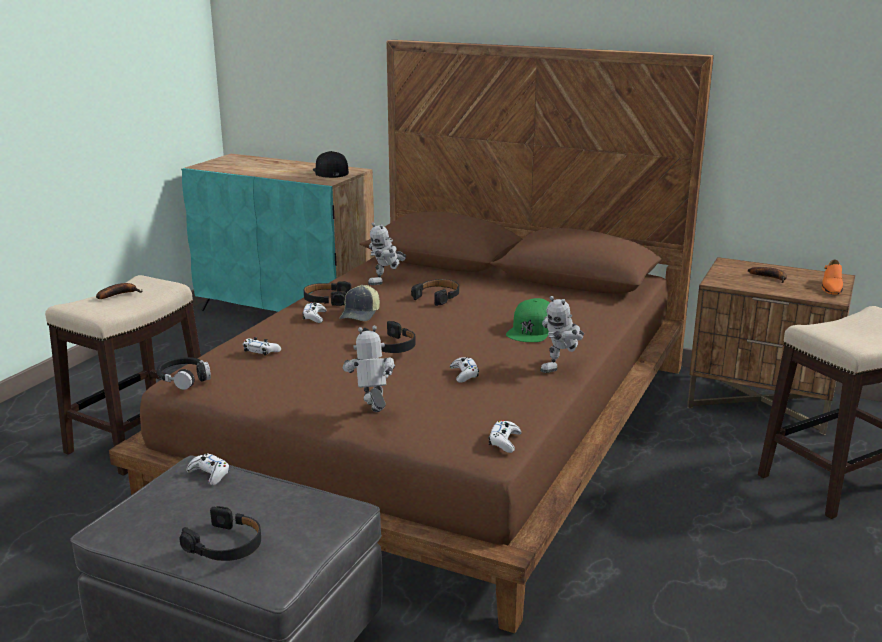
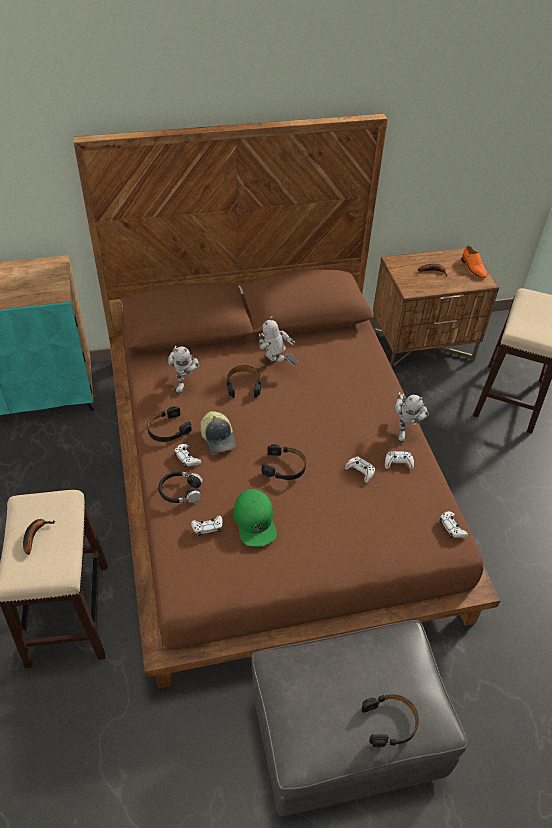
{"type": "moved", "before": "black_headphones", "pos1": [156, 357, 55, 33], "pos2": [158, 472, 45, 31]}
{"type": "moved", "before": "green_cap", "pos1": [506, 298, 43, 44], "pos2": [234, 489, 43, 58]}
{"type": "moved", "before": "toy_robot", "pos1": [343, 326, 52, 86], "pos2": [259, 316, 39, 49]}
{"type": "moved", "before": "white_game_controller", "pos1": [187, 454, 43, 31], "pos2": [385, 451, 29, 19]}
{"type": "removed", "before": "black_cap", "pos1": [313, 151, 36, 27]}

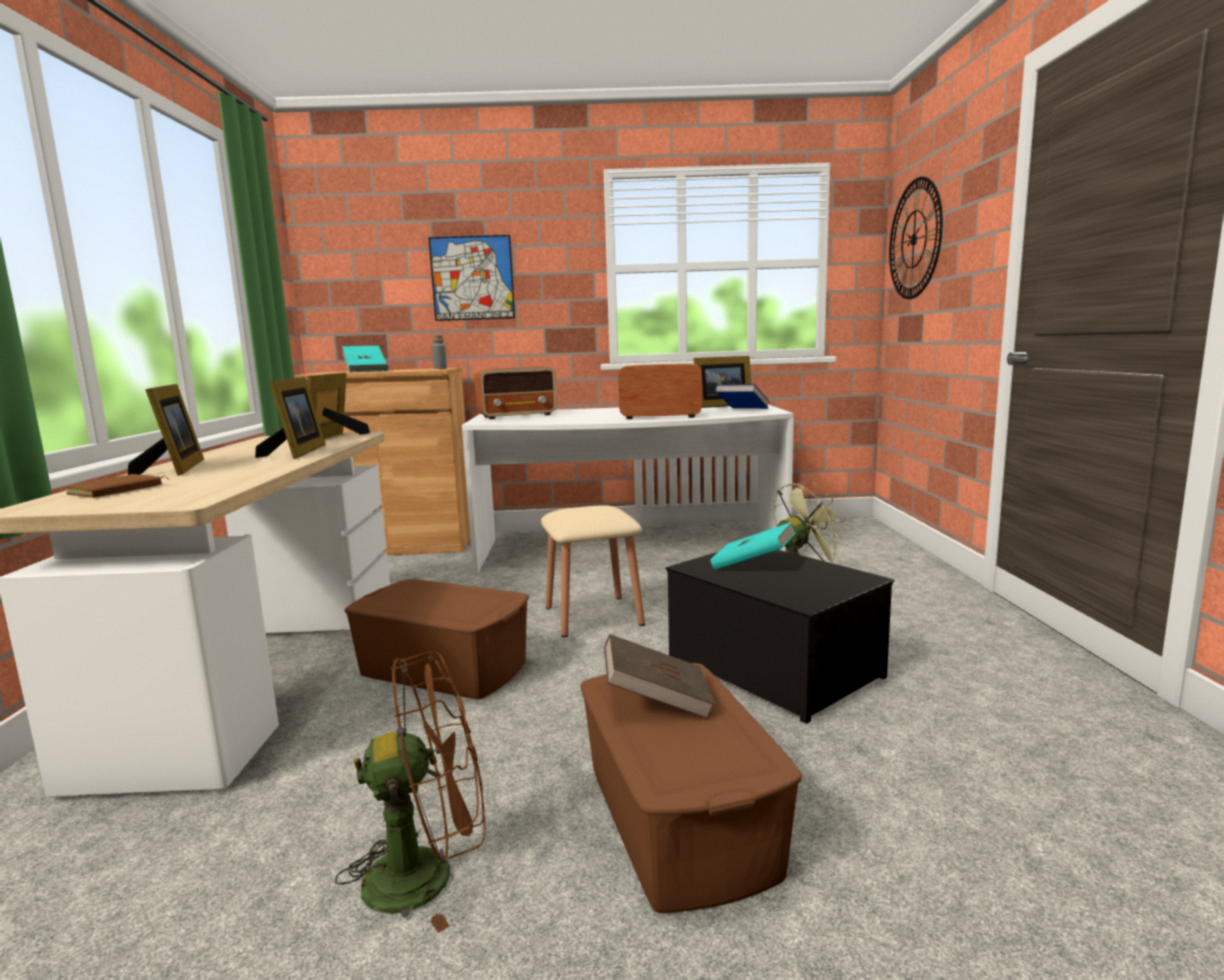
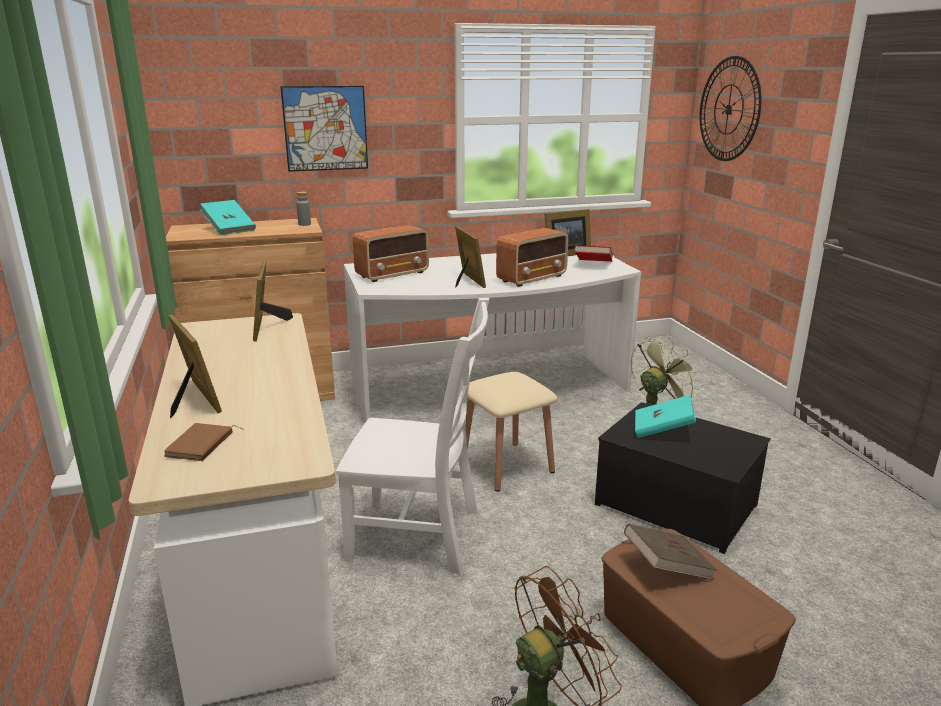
{"type": "replaced", "before": "brown_storage_box", "after": "white_chair", "pos1": [345, 579, 184, 120], "pos2": [336, 298, 154, 277]}
{"type": "moved", "before": "picture_frame", "pos1": [255, 377, 71, 82], "pos2": [455, 226, 31, 62]}
{"type": "turned", "before": "radio", "pos1": [618, 364, 84, 55], "pos2": [496, 228, 73, 59], "turn": 150}
{"type": "recoloured", "before": "blue_book", "after": "red_book", "pos1": [715, 384, 54, 24], "pos2": [574, 245, 39, 17]}

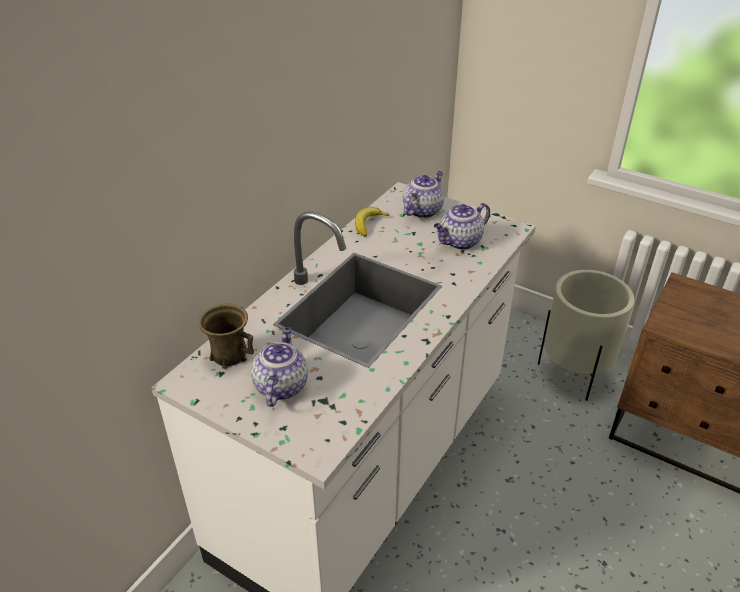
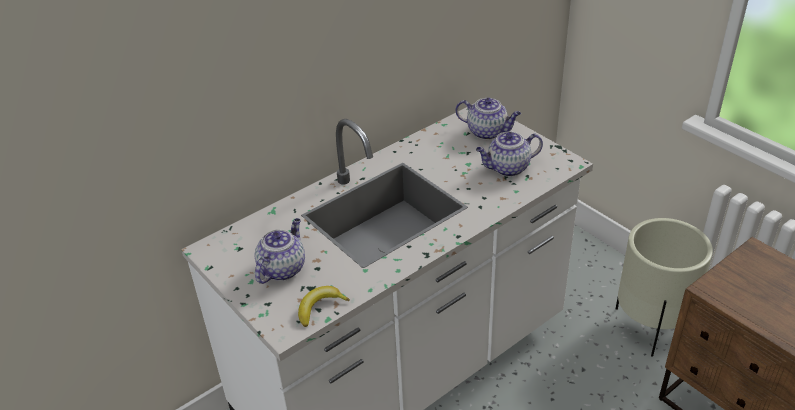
{"type": "moved", "before": "banana", "pos1": [355, 207, 35, 30], "pos2": [298, 286, 52, 41]}
{"type": "turned", "before": "teapot", "pos1": [403, 171, 41, 47], "pos2": [456, 98, 65, 42], "turn": 60}
{"type": "removed", "before": "brown_mug", "pos1": [198, 304, 56, 65]}

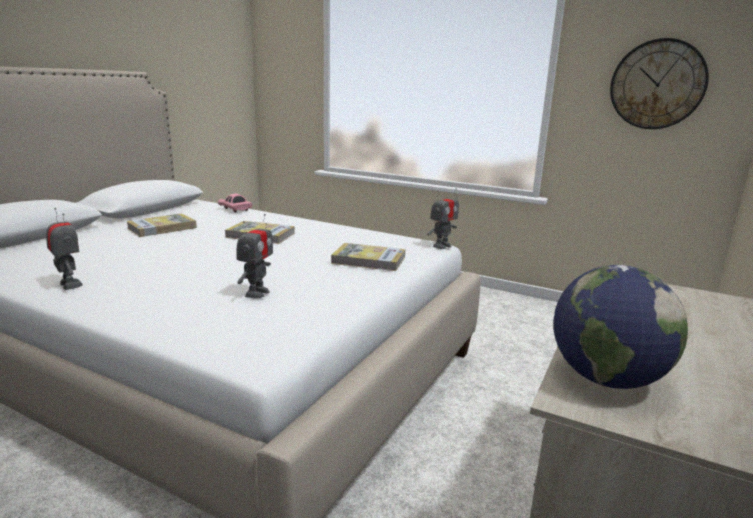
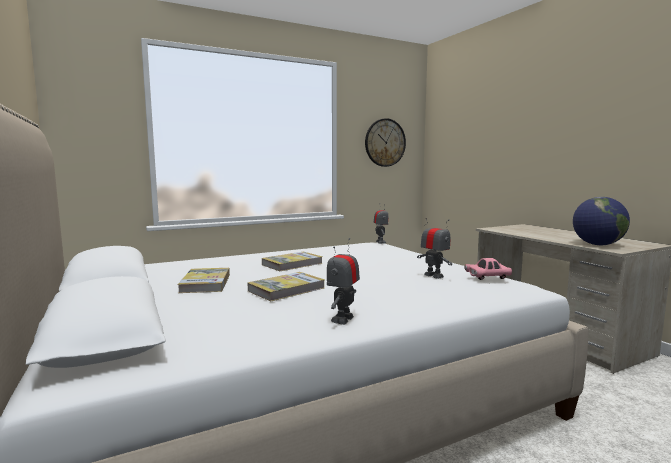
{"type": "moved", "before": "book", "pos1": [331, 243, 74, 28], "pos2": [248, 272, 77, 29]}
{"type": "turned", "before": "toy_robot", "pos1": [46, 208, 37, 82], "pos2": [327, 238, 33, 87], "turn": -60}
{"type": "moved", "before": "pink_toy_car", "pos1": [218, 194, 34, 19], "pos2": [464, 258, 48, 22]}

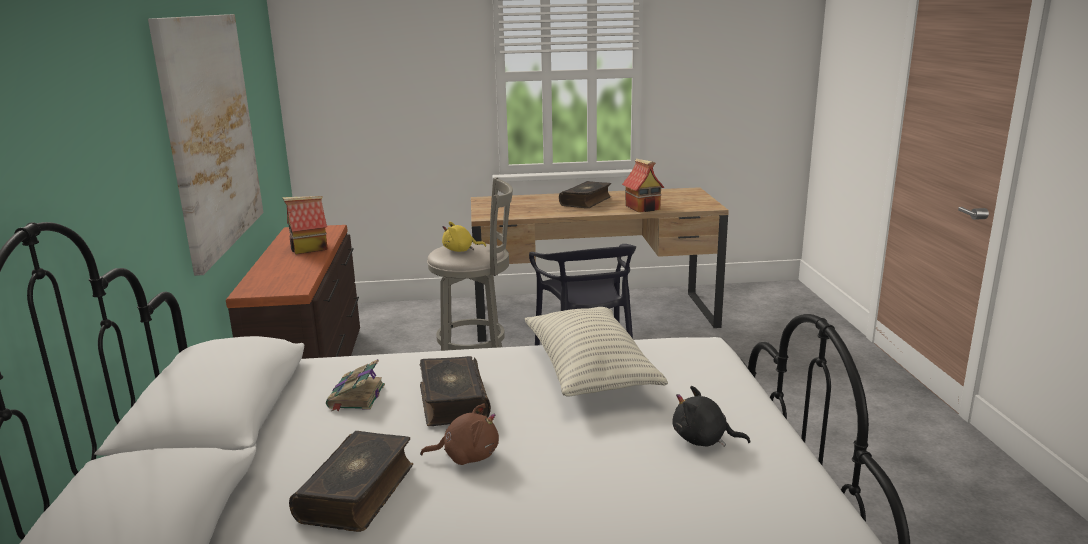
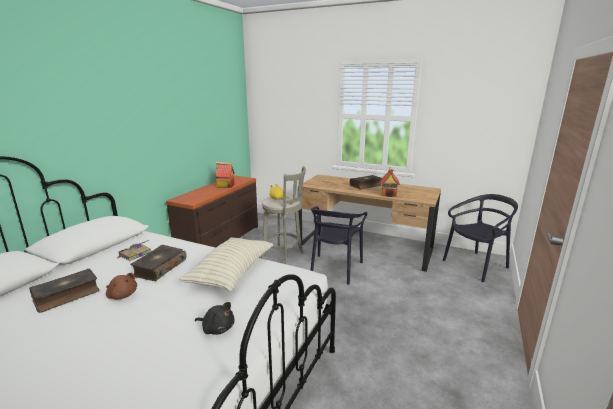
{"type": "turned", "before": "black_plush_toy", "pos1": [672, 386, 78, 61], "pos2": [195, 302, 39, 33], "turn": 150}
{"type": "added", "after": "black_chair", "pos2": [443, 194, 75, 88]}
{"type": "removed", "before": "picture", "pos1": [148, 14, 115, 262]}

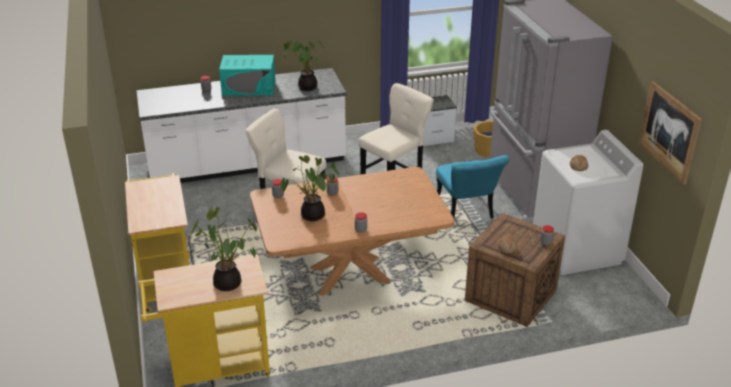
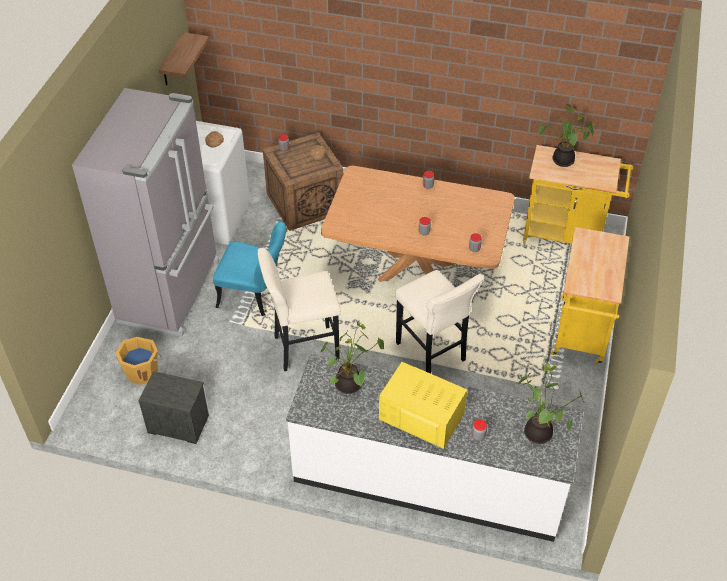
{"type": "replaced", "before": "picture", "after": "shelf", "pos1": [639, 81, 63, 103], "pos2": [159, 32, 50, 54]}
{"type": "turned", "before": "turquoise_chair", "pos1": [436, 155, 73, 64], "pos2": [213, 222, 73, 94], "turn": 90}
{"type": "recoloured", "before": "turquoise_microwave", "after": "yellow_microwave", "pos1": [219, 55, 57, 41], "pos2": [379, 362, 88, 87]}
{"type": "moved", "before": "potted_plant", "pos1": [281, 155, 58, 66], "pos2": [518, 364, 66, 80]}

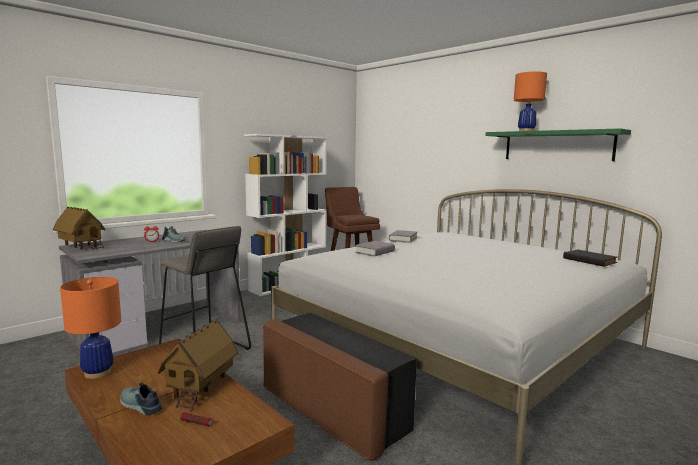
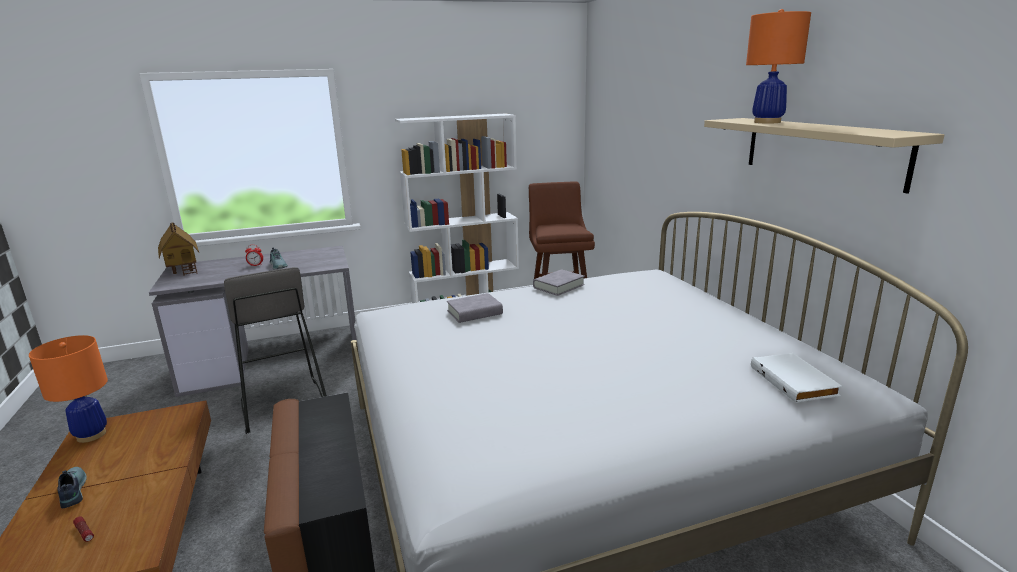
{"type": "recoloured", "before": "green_shelf", "after": "beige_shelf", "pos1": [485, 128, 146, 33], "pos2": [704, 118, 241, 76]}
{"type": "recoloured", "before": "black_book", "after": "white_book", "pos1": [563, 249, 55, 18], "pos2": [751, 353, 91, 50]}
{"type": "removed", "before": "toy_house", "pos1": [158, 319, 80, 92]}

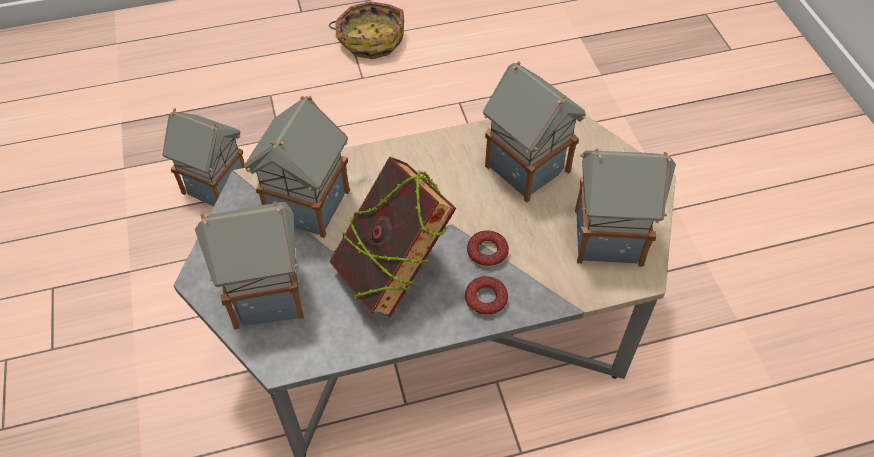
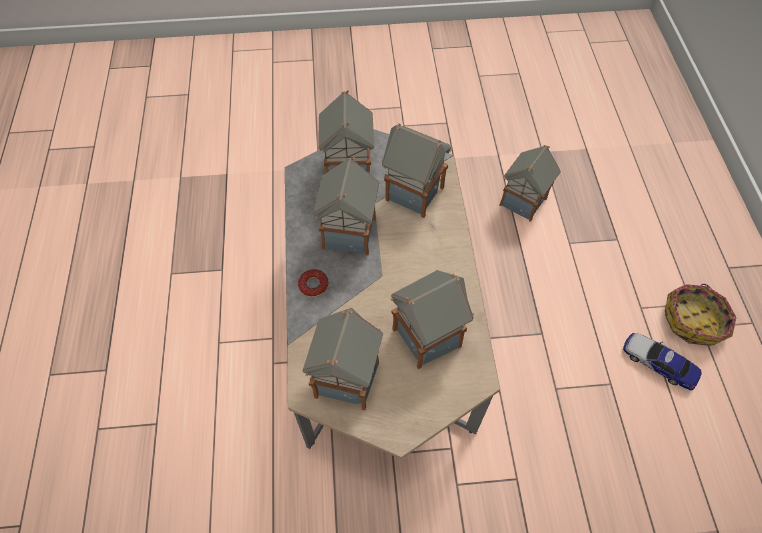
{"type": "replaced", "before": "book", "after": "toy_house", "pos1": [329, 157, 127, 160], "pos2": [313, 157, 66, 98]}
{"type": "added", "after": "toy_car", "pos2": [623, 333, 79, 57]}
{"type": "removed", "before": "donut", "pos1": [467, 230, 42, 37]}

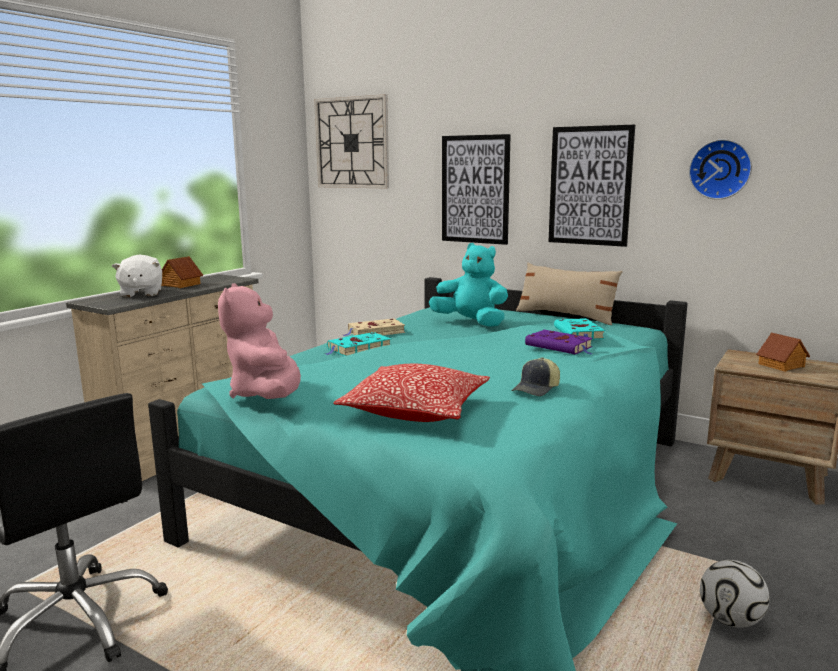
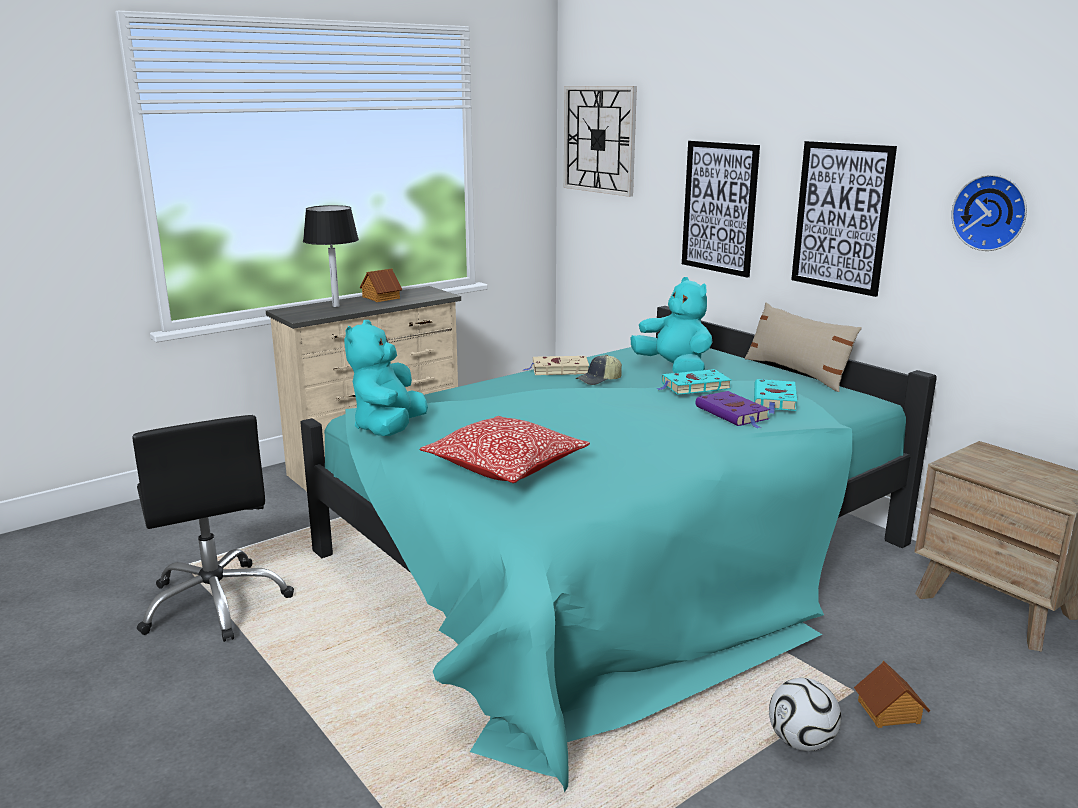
{"type": "replaced", "before": "white_plush_toy", "after": "black_table_lamp", "pos1": [112, 255, 50, 43], "pos2": [303, 205, 56, 102]}
{"type": "recoloured", "before": "pink_plush_toy", "after": "turquoise_plush_toy", "pos1": [218, 284, 83, 115], "pos2": [344, 320, 84, 116]}
{"type": "moved", "before": "cap", "pos1": [511, 357, 49, 39], "pos2": [576, 355, 46, 30]}
{"type": "moved", "before": "turquoise_book", "pos1": [326, 332, 65, 24], "pos2": [656, 369, 75, 26]}
{"type": "moved", "before": "toy_house", "pos1": [756, 332, 54, 40], "pos2": [854, 661, 76, 67]}

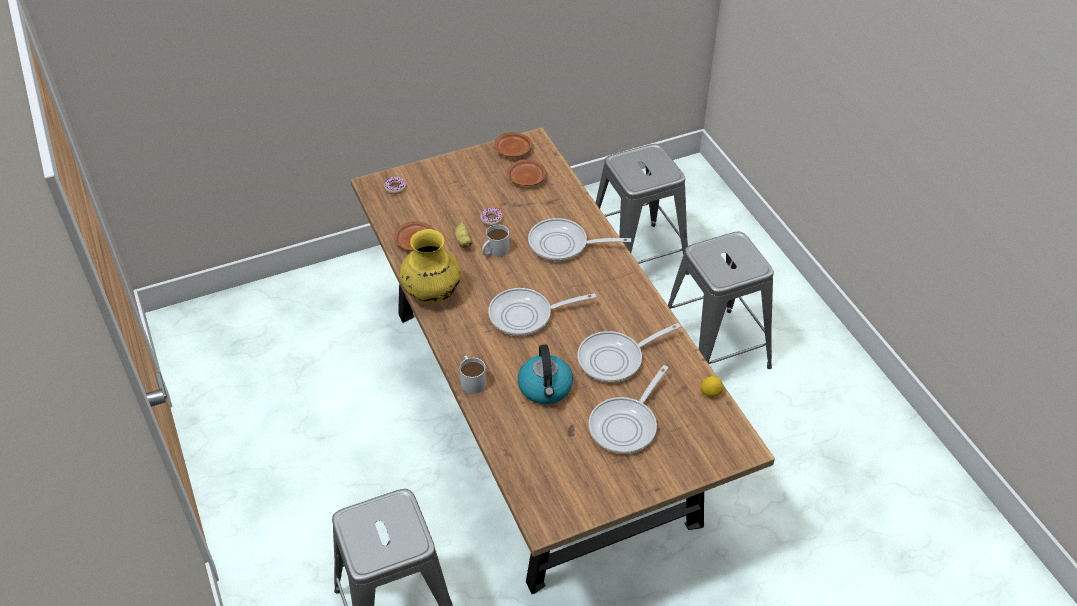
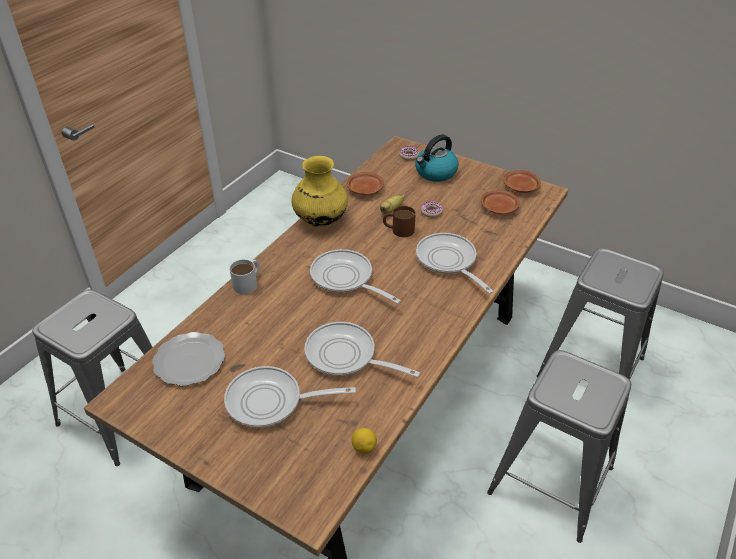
{"type": "added", "after": "plate", "pos2": [152, 332, 73, 54]}
{"type": "recoloured", "before": "white_mug", "after": "brown_mug", "pos1": [482, 225, 28, 32], "pos2": [383, 206, 33, 31]}
{"type": "moved", "before": "kettle", "pos1": [518, 345, 55, 60], "pos2": [415, 134, 44, 48]}

